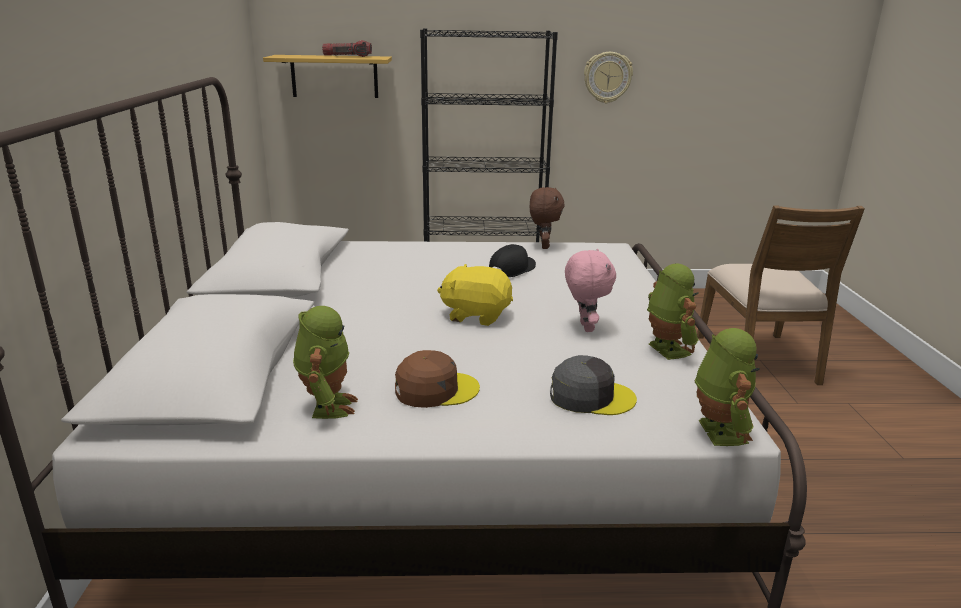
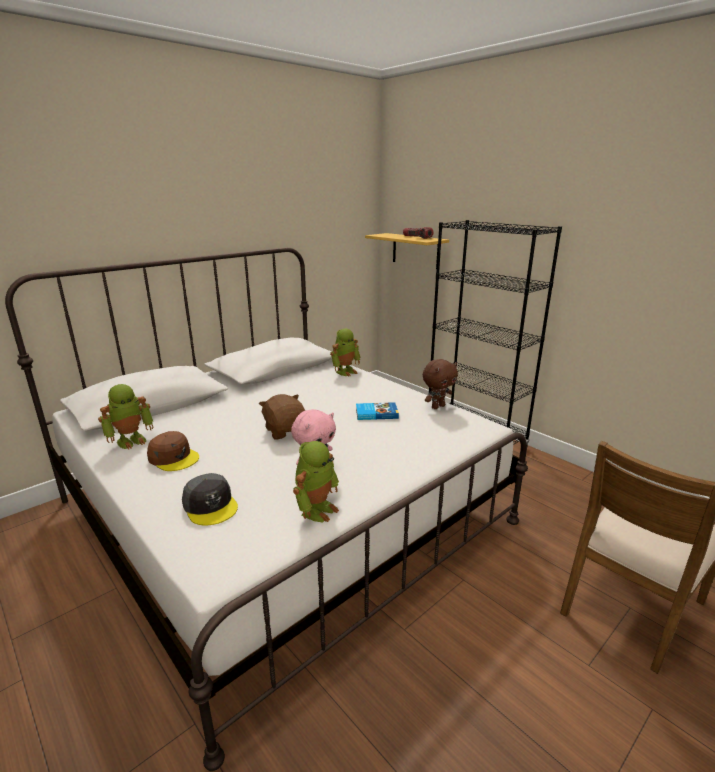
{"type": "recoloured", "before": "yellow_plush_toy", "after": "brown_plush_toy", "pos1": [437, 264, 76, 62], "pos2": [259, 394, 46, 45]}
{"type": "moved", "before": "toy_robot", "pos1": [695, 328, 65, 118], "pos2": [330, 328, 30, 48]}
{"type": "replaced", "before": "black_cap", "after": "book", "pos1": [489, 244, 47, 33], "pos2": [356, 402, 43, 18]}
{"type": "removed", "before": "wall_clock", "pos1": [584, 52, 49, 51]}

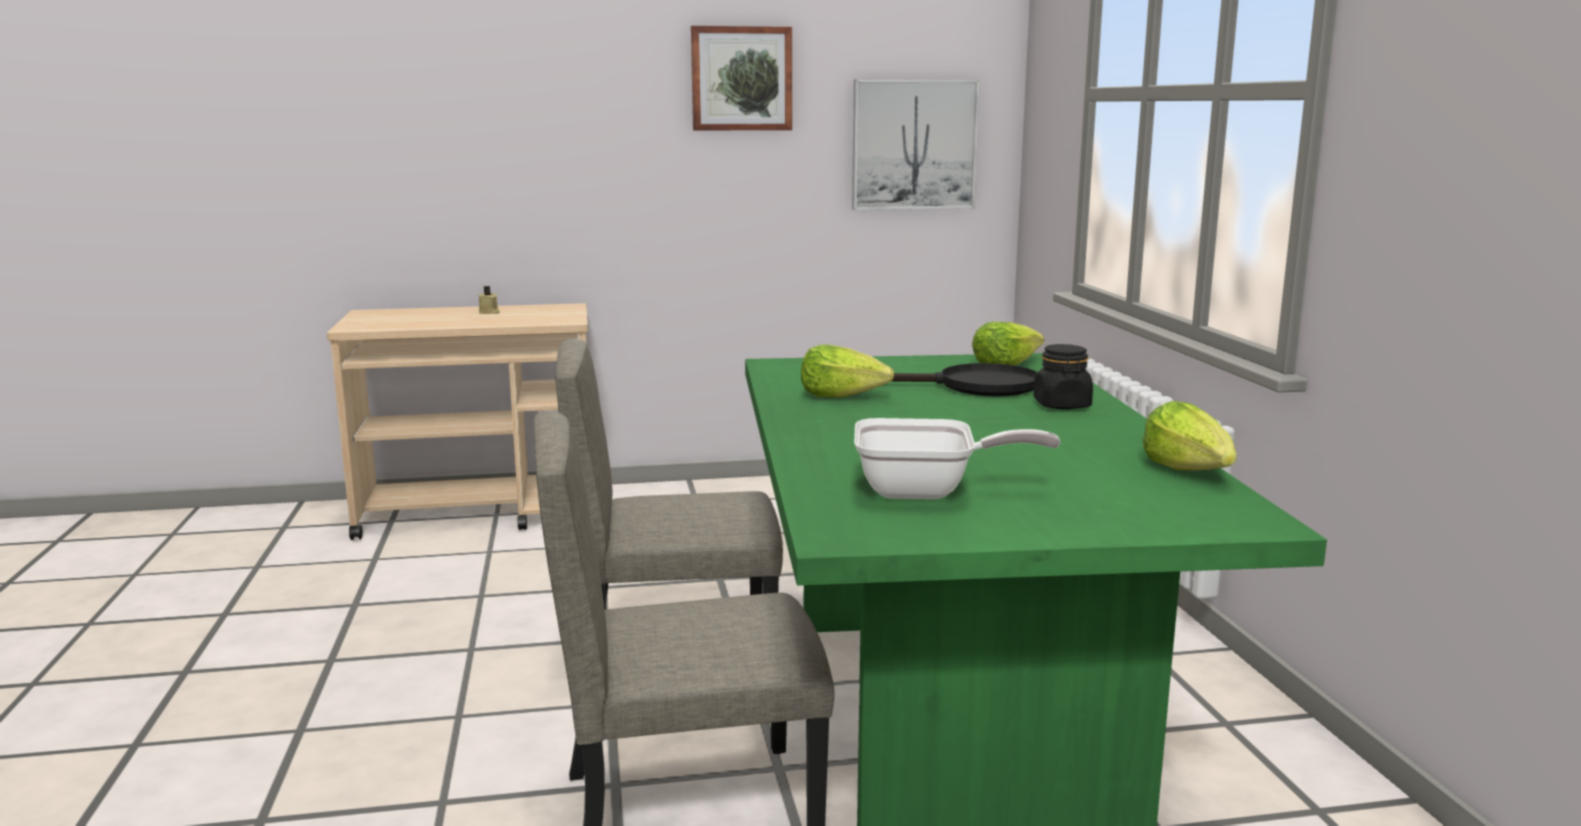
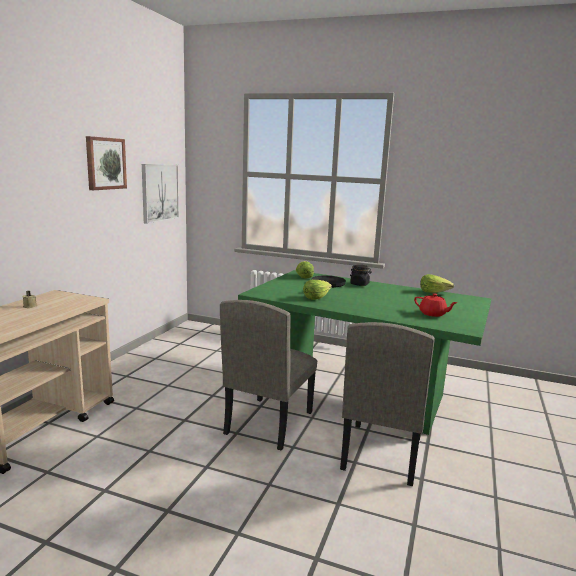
{"type": "replaced", "before": "frying_pan", "after": "red_teapot", "pos1": [854, 418, 206, 82], "pos2": [414, 293, 44, 24]}

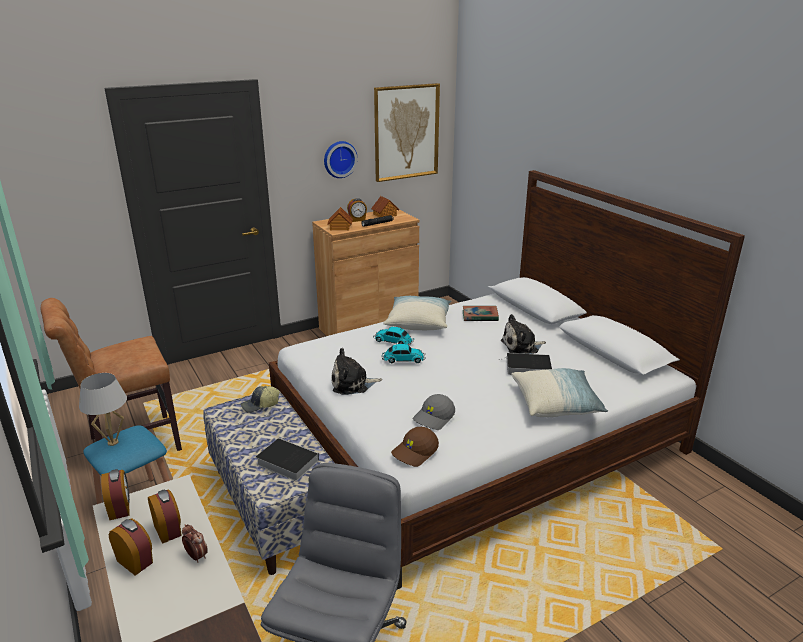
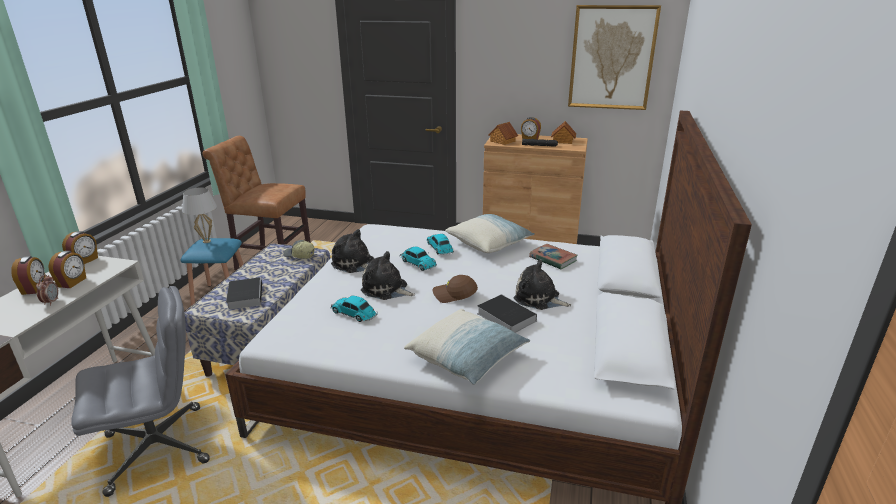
{"type": "replaced", "before": "grey_cap", "after": "toy_car", "pos1": [413, 394, 42, 36], "pos2": [331, 296, 47, 26]}
{"type": "added", "after": "plush_toy", "pos2": [361, 251, 54, 49]}
{"type": "moved", "before": "brown_cap", "pos1": [391, 427, 48, 40], "pos2": [433, 275, 45, 28]}
{"type": "removed", "before": "wall_clock", "pos1": [324, 141, 34, 37]}

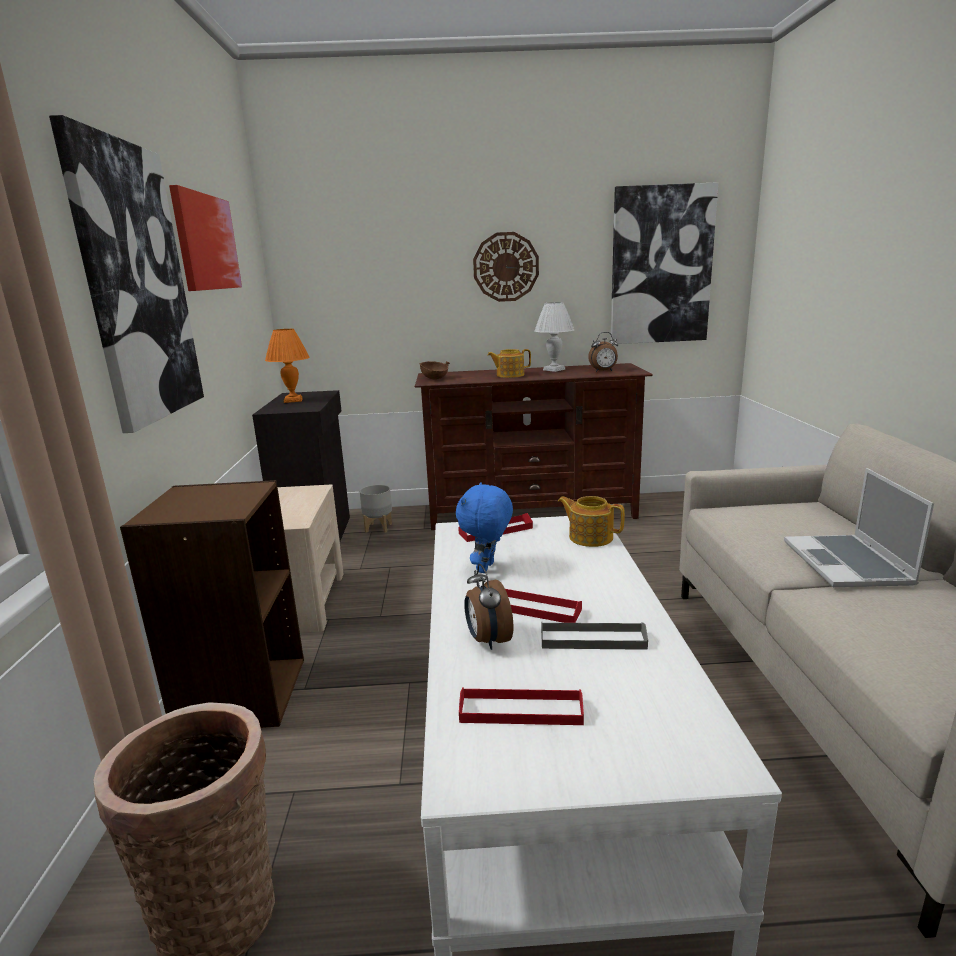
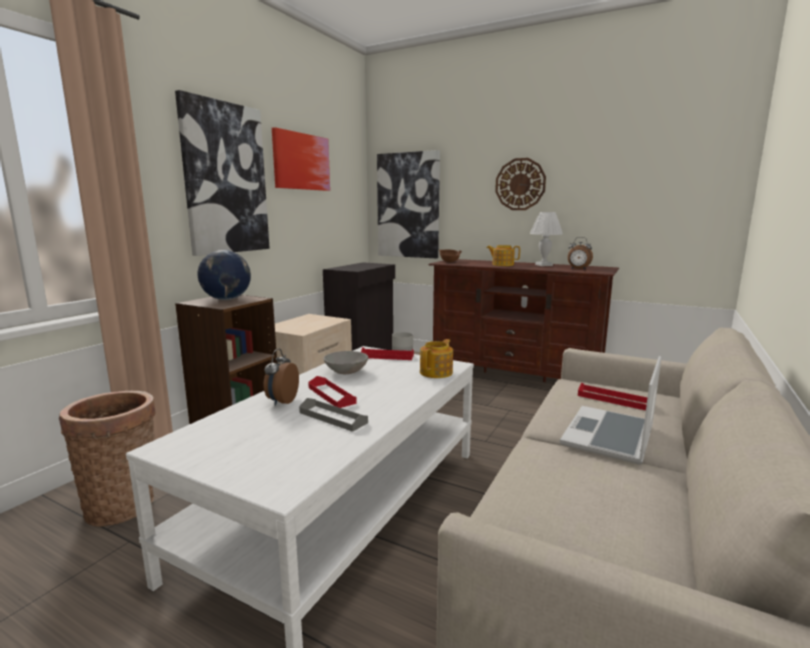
{"type": "added", "after": "globe", "pos2": [198, 250, 53, 50]}
{"type": "replaced", "before": "blue_plush_toy", "after": "grey_bowl", "pos1": [456, 482, 57, 91], "pos2": [324, 351, 44, 23]}
{"type": "moved", "before": "picture", "pos1": [611, 182, 107, 162], "pos2": [377, 150, 63, 108]}
{"type": "turned", "before": "teapot", "pos1": [558, 496, 67, 51], "pos2": [420, 339, 33, 39], "turn": 60}
{"type": "moved", "before": "red_tray", "pos1": [459, 687, 125, 38], "pos2": [578, 383, 70, 27]}
{"type": "removed", "before": "orange_table_lamp", "pos1": [265, 329, 45, 74]}

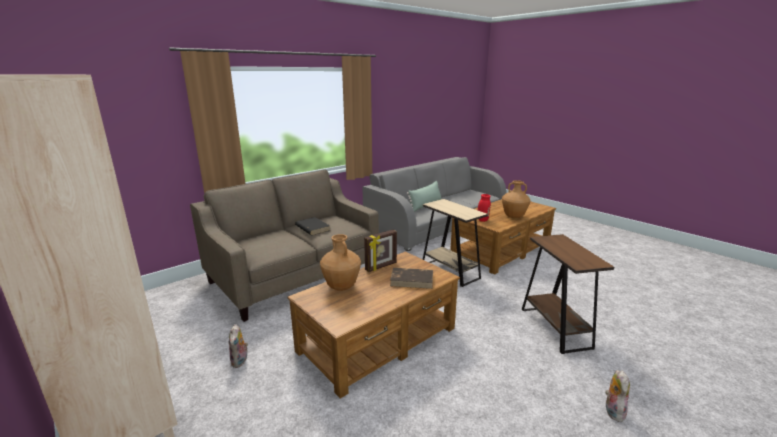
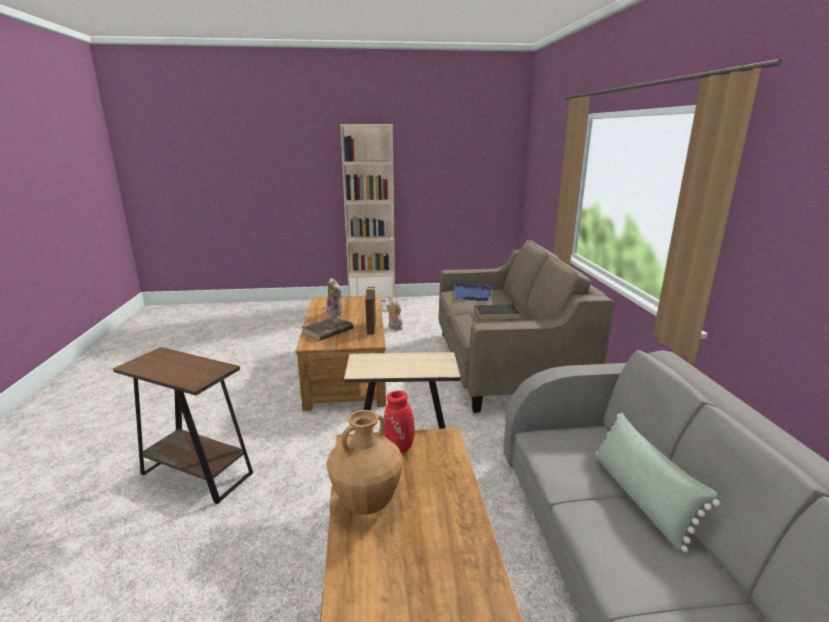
{"type": "moved", "before": "plush_toy", "pos1": [605, 370, 25, 52], "pos2": [326, 278, 16, 39]}
{"type": "added", "after": "blue_tray", "pos2": [455, 283, 37, 18]}
{"type": "removed", "before": "brown_vase", "pos1": [320, 234, 41, 57]}

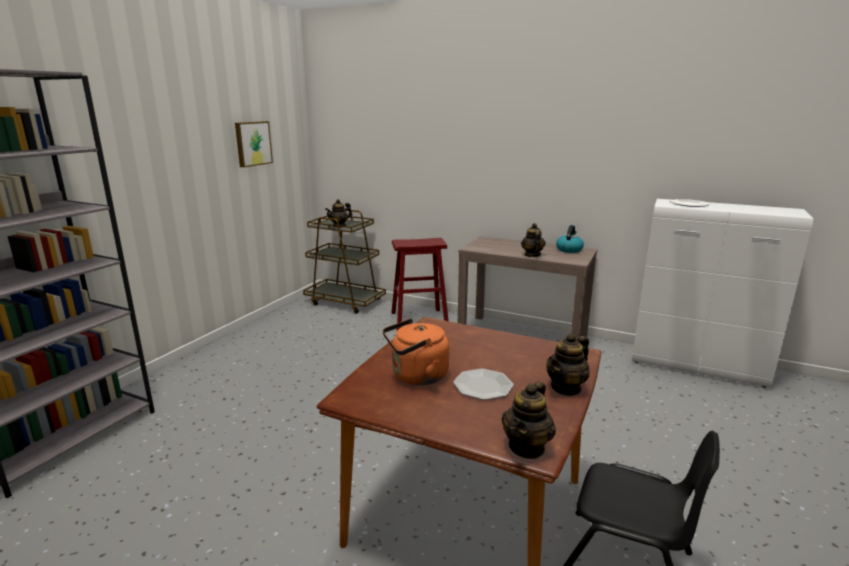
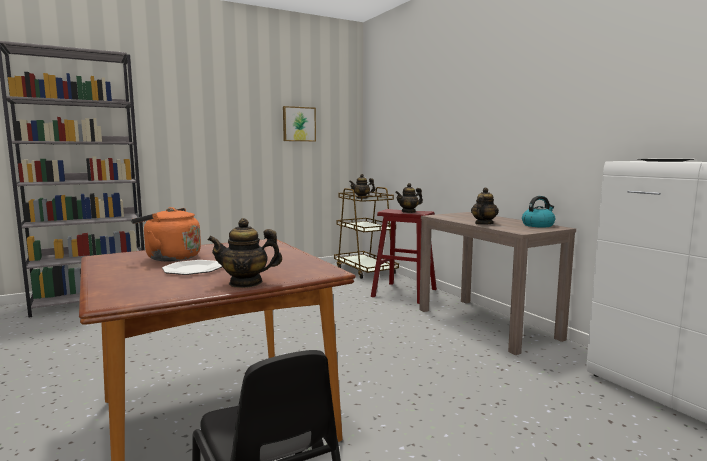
{"type": "moved", "before": "teapot", "pos1": [501, 382, 55, 77], "pos2": [395, 183, 28, 30]}

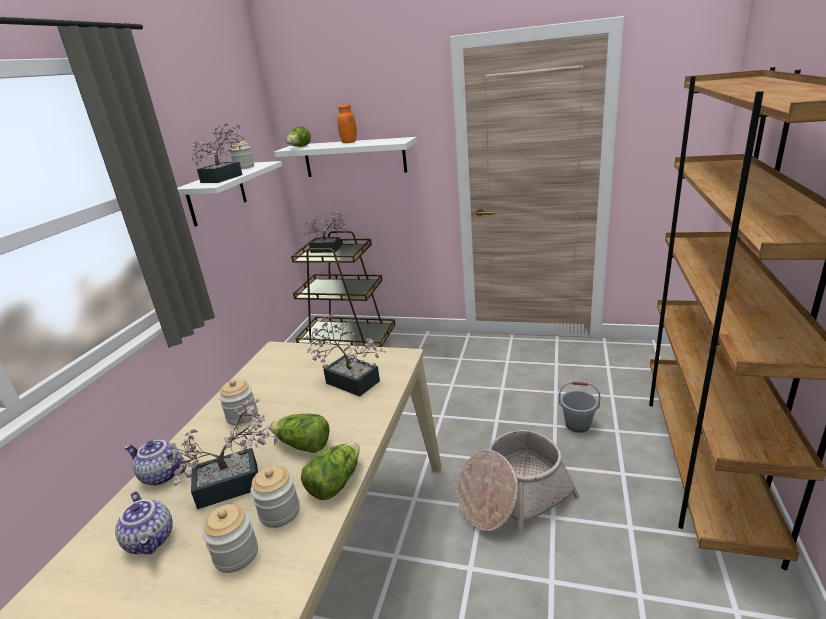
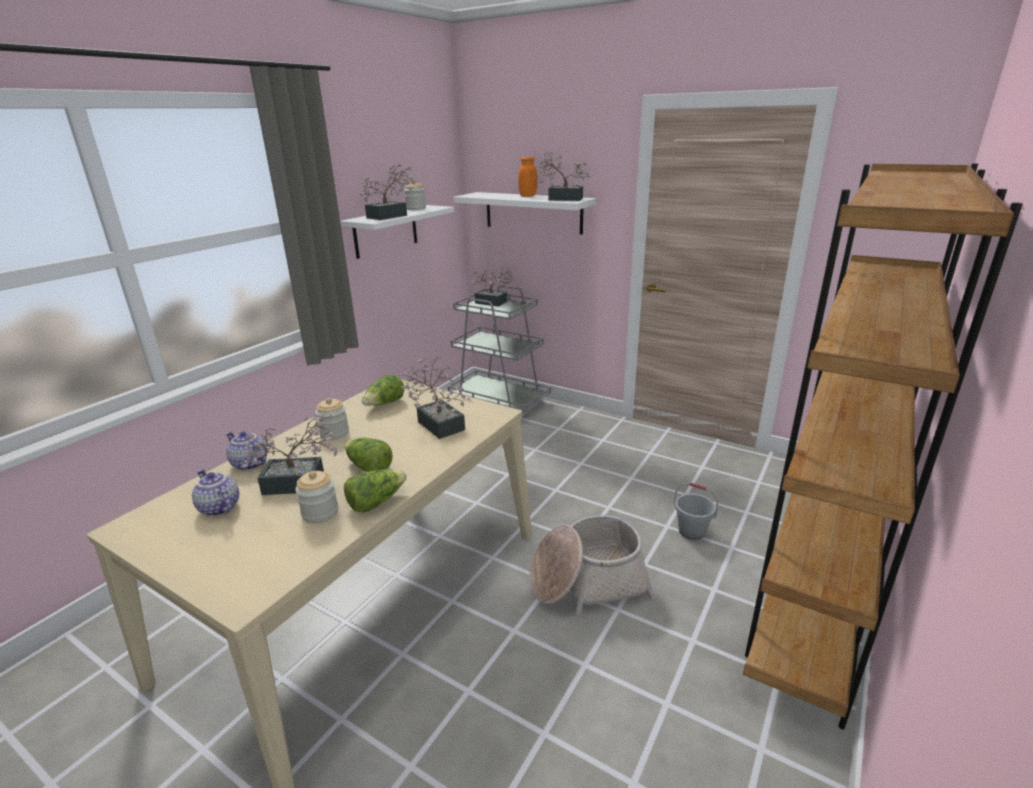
{"type": "turned", "before": "teapot", "pos1": [115, 491, 58, 64], "pos2": [192, 469, 47, 47], "turn": 150}
{"type": "moved", "before": "lettuce", "pos1": [286, 127, 25, 20], "pos2": [362, 374, 42, 32]}
{"type": "recoloured", "before": "brown_cart", "after": "grey_cart", "pos1": [291, 231, 104, 116], "pos2": [448, 285, 103, 127]}
{"type": "added", "after": "potted_plant", "pos2": [537, 151, 54, 50]}
{"type": "removed", "before": "jar", "pos1": [202, 504, 56, 69]}

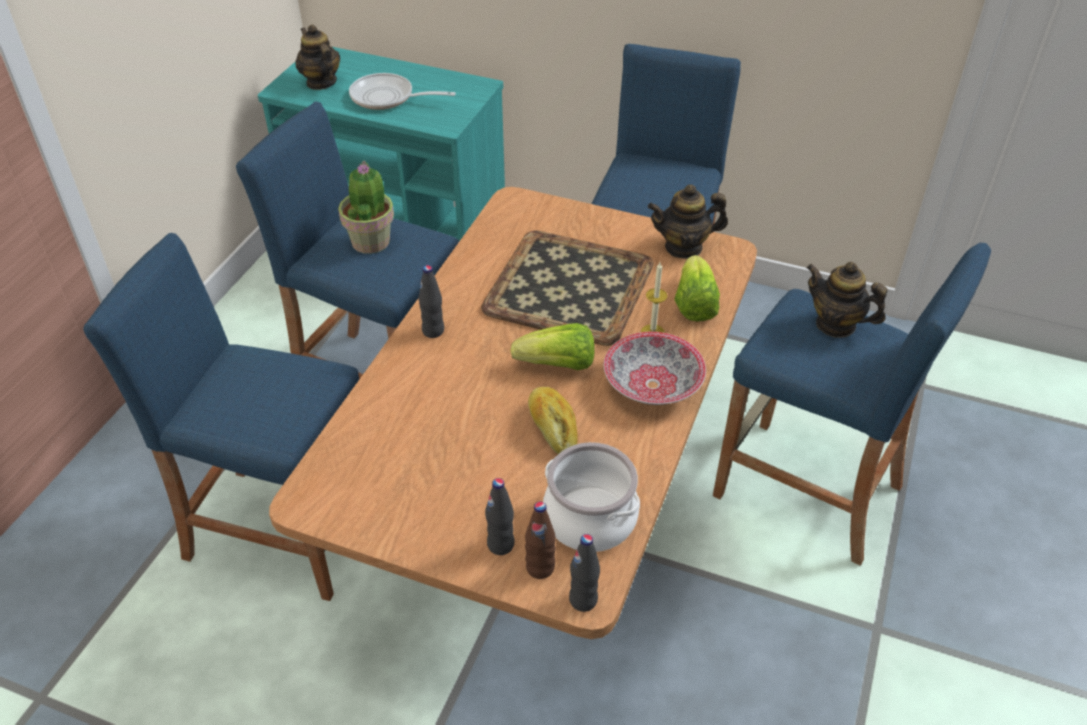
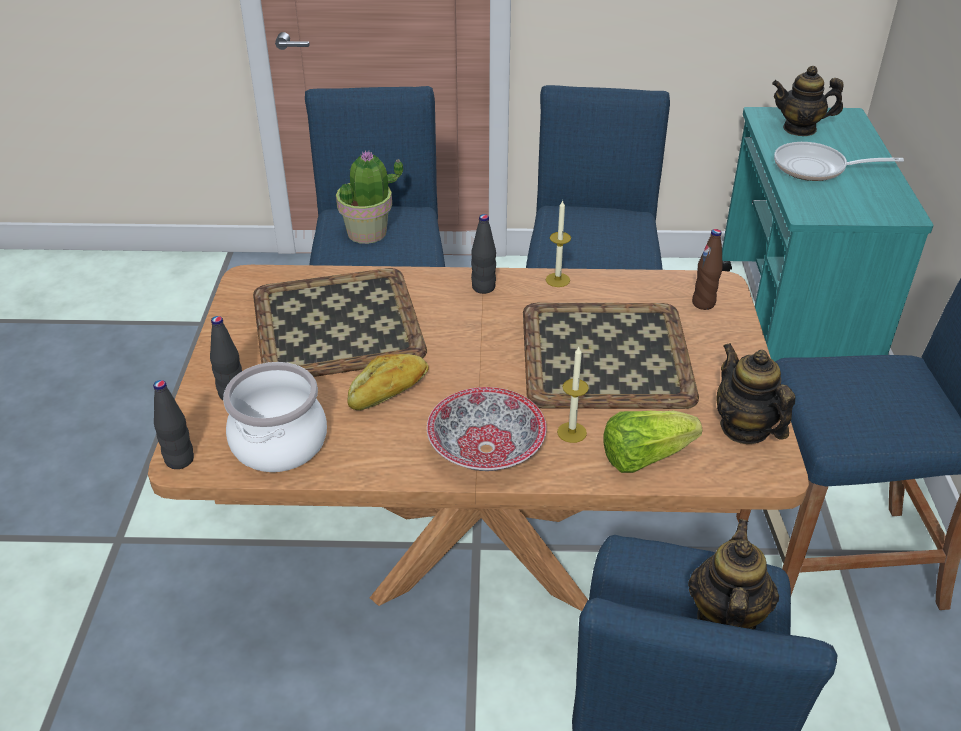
{"type": "added", "after": "tray", "pos2": [253, 268, 174, 109]}
{"type": "moved", "before": "potted_plant", "pos1": [338, 161, 56, 93], "pos2": [336, 151, 68, 93]}
{"type": "added", "after": "candle", "pos2": [546, 200, 25, 87]}
{"type": "moved", "before": "brown_bottle", "pos1": [525, 502, 31, 77], "pos2": [692, 229, 31, 81]}
{"type": "turned", "before": "teapot", "pos1": [295, 24, 45, 66], "pos2": [772, 66, 71, 70], "turn": -120}
{"type": "turned", "before": "frying_pan", "pos1": [349, 73, 107, 37], "pos2": [774, 142, 130, 39], "turn": -75}
{"type": "removed", "before": "lettuce", "pos1": [510, 323, 85, 47]}

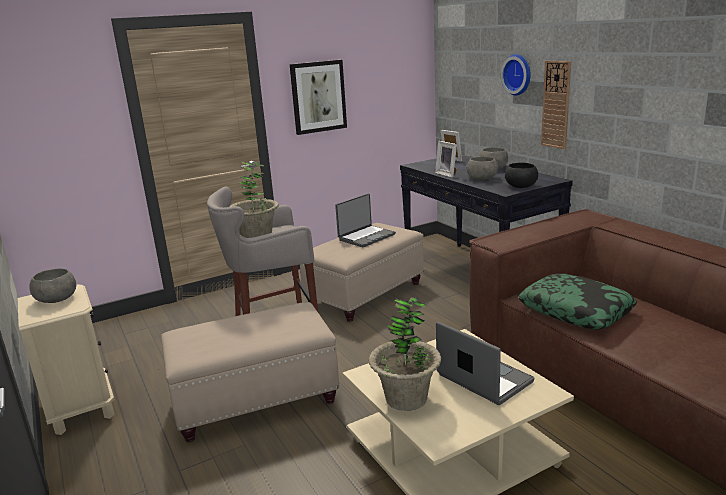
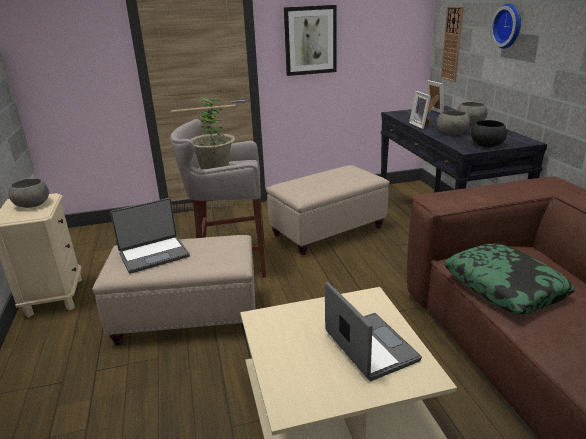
{"type": "moved", "before": "laptop", "pos1": [335, 194, 61, 53], "pos2": [110, 198, 80, 76]}
{"type": "moved", "before": "wall_clock", "pos1": [541, 61, 30, 88], "pos2": [441, 6, 23, 76]}
{"type": "removed", "before": "potted_plant", "pos1": [369, 297, 73, 114]}

